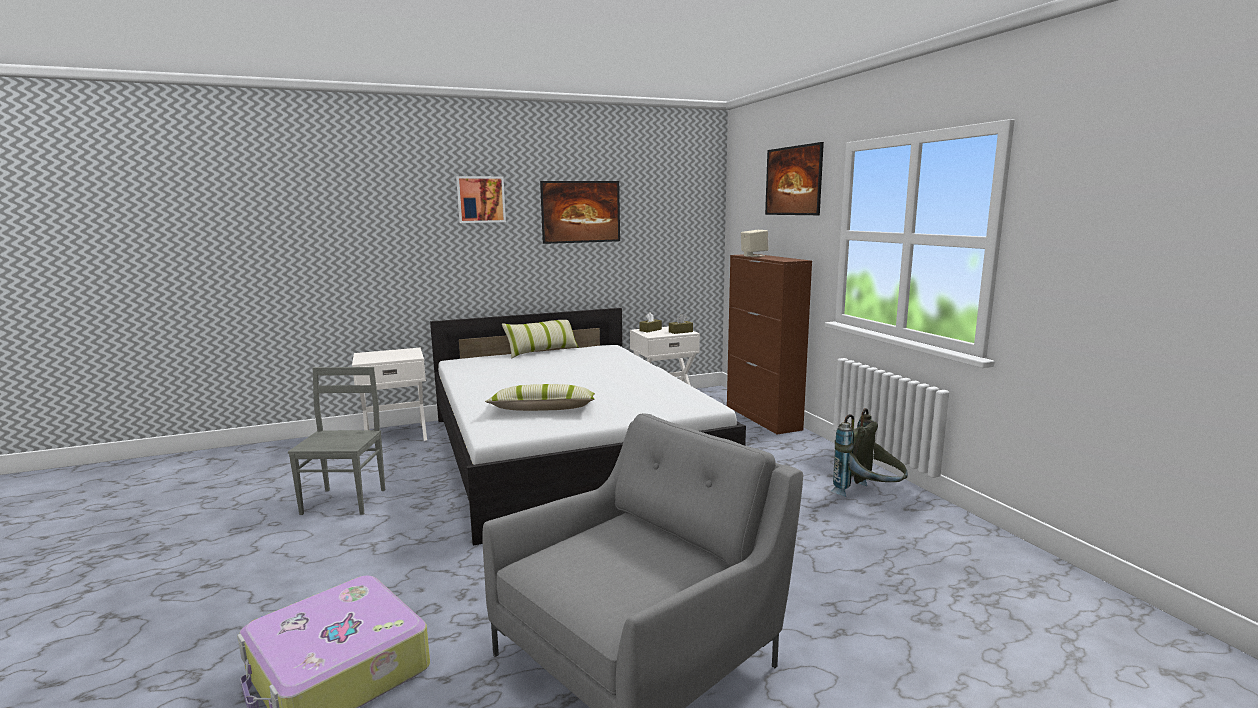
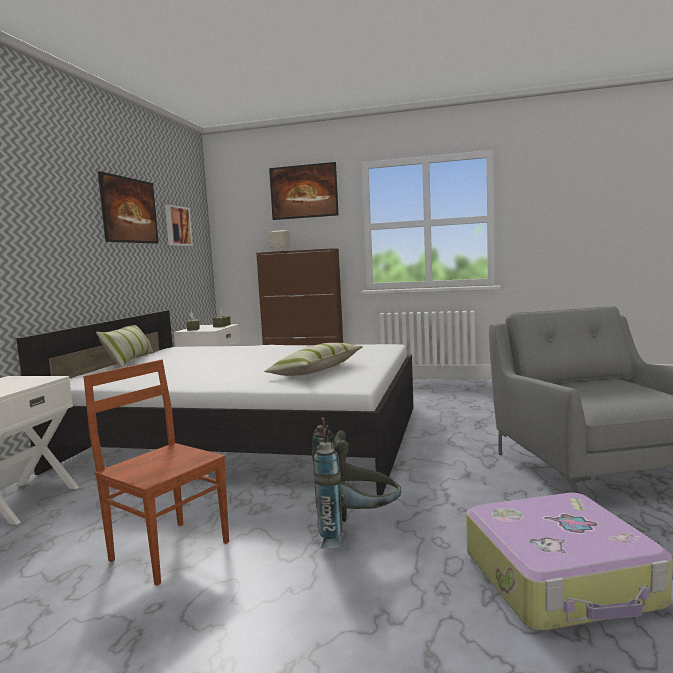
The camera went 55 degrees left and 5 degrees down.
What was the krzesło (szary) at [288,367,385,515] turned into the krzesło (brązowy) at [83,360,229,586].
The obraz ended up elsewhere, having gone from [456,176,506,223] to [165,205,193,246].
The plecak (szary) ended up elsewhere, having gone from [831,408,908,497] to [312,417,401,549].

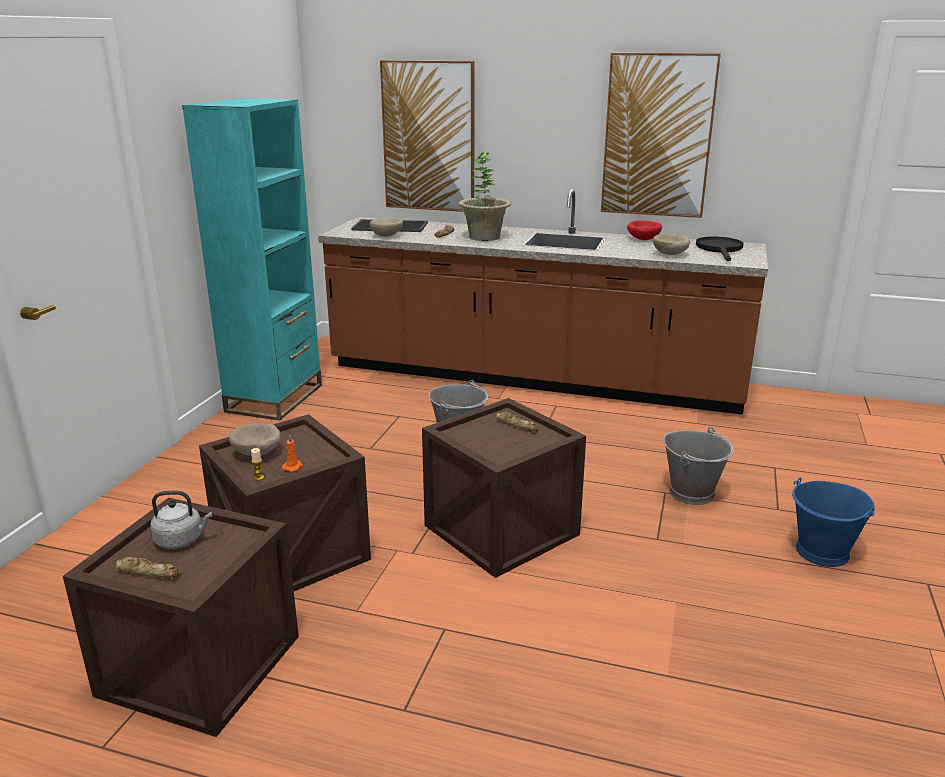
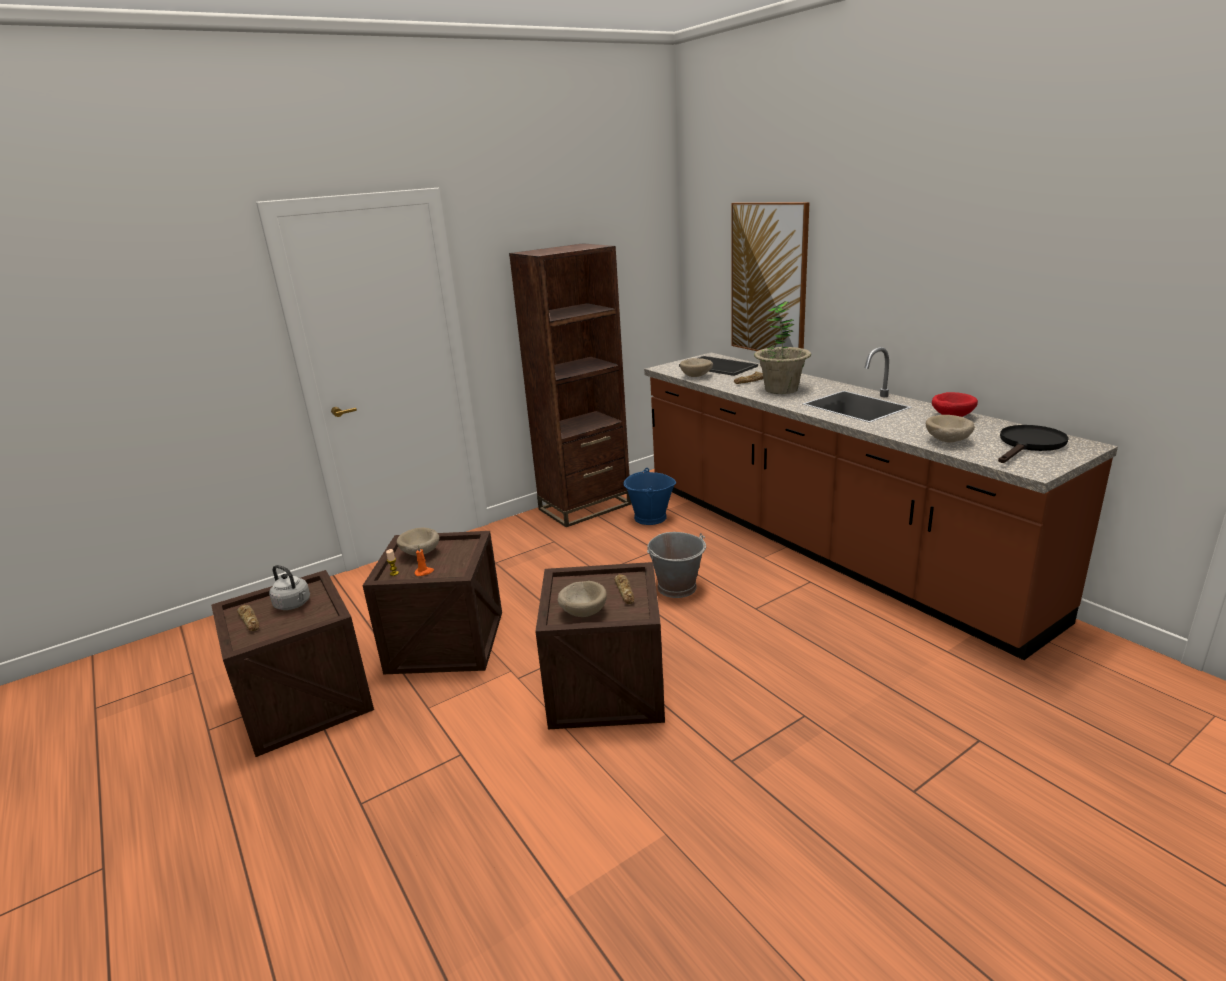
The camera went 40 degrees right and 0 degrees up.
What was the regał (turkusowy) at [182,98,322,421] turned into the regał (brązowy) at [509,243,632,527].
The second view lost the obraz at [601,53,721,218].
The second view lost the wiadro (szary) at [663,427,734,505].
The wiadro (niebieski) ended up elsewhere, having gone from [792,478,875,567] to [623,468,676,525].
The second view gained the miska (beżowy) at [558,581,607,617].

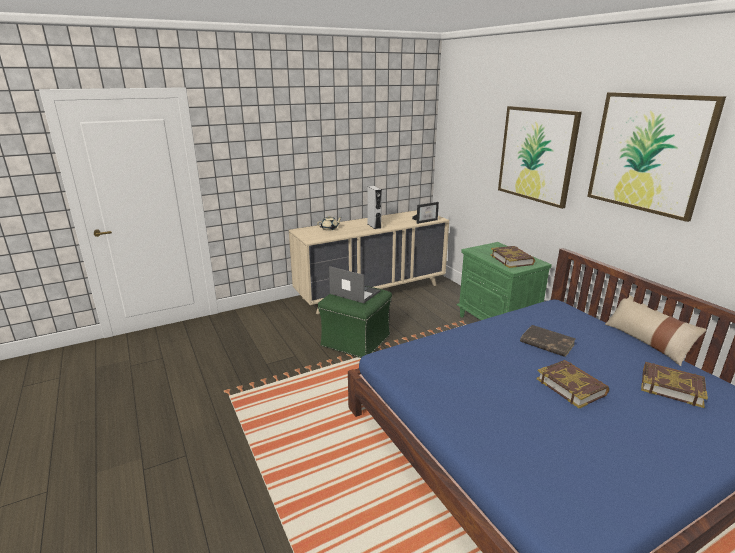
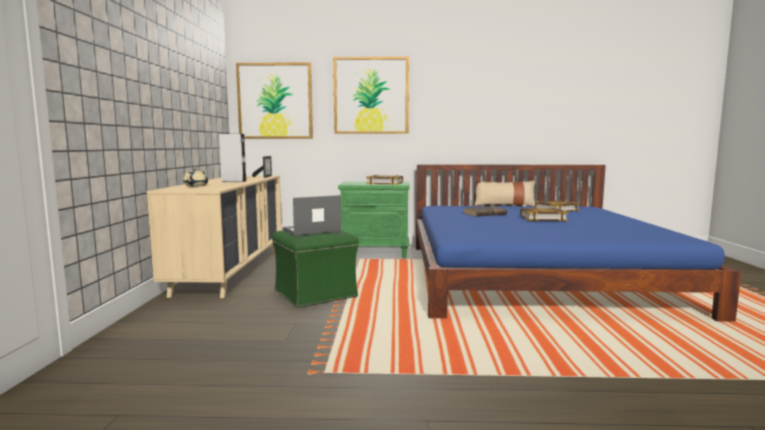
The camera went 60 degrees left and 15 degrees down.
The obraz ended up elsewhere, having gone from [587,92,726,222] to [236,62,313,139].

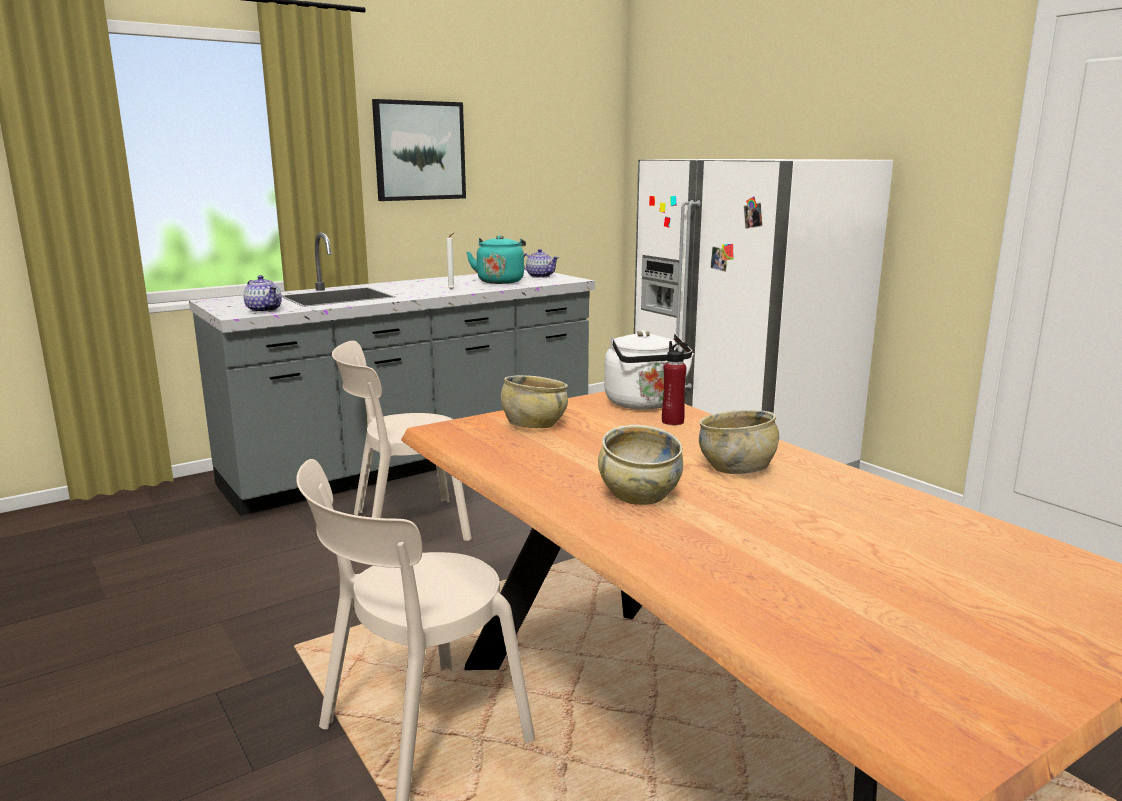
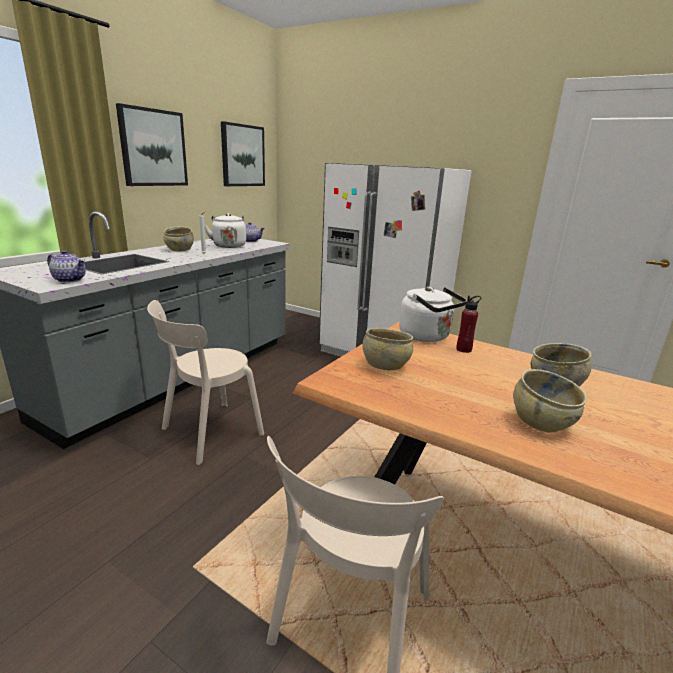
The camera went 25 degrees left and 5 degrees up.
What was the czajnik (turkusowy) at [467,235,526,284] turned into the czajnik (biały) at [204,213,246,248].
The second view gained the miska (beżowy) at [163,227,194,252].
The second view gained the obraz at [221,121,265,186].

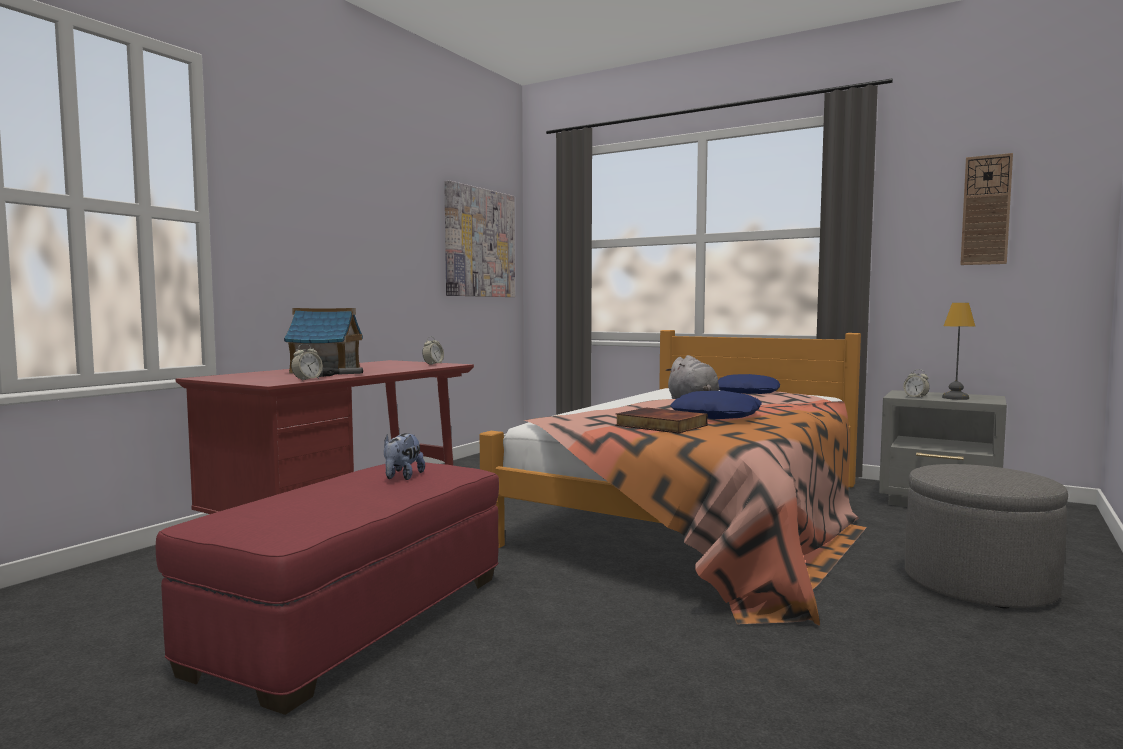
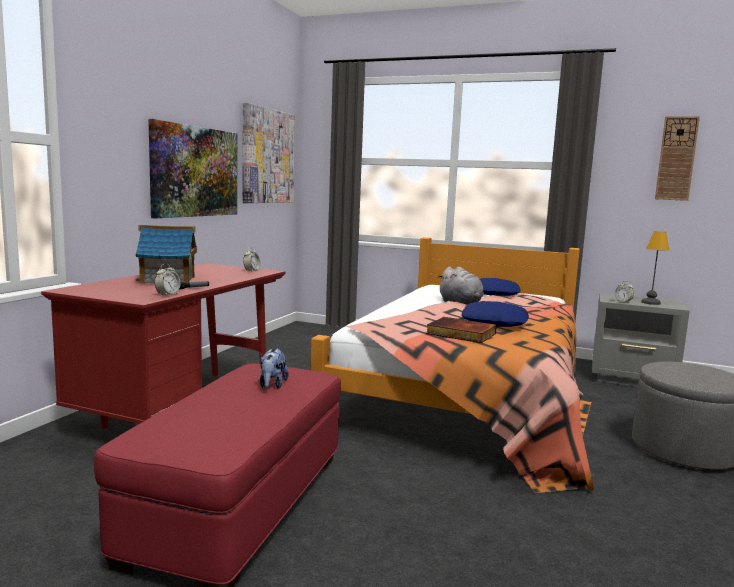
The camera went 10 degrees left and 5 degrees up.
The second view gained the obraz at [148,119,237,218].

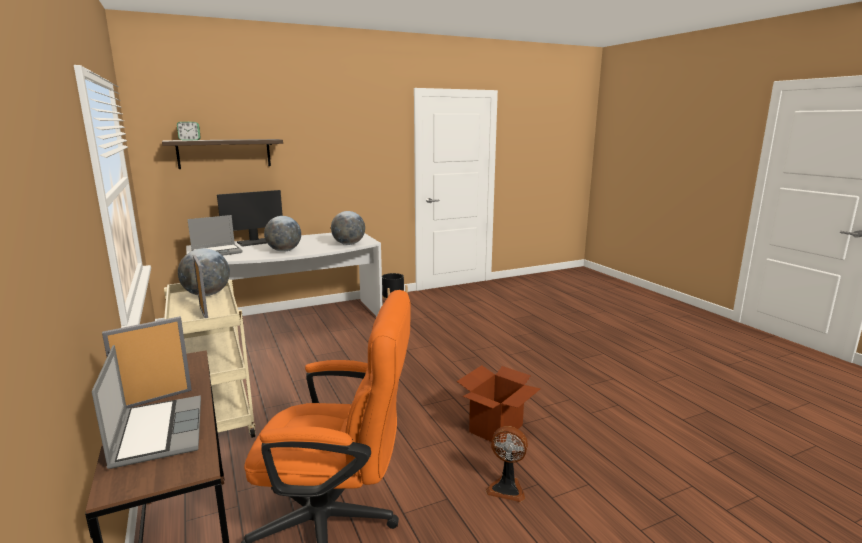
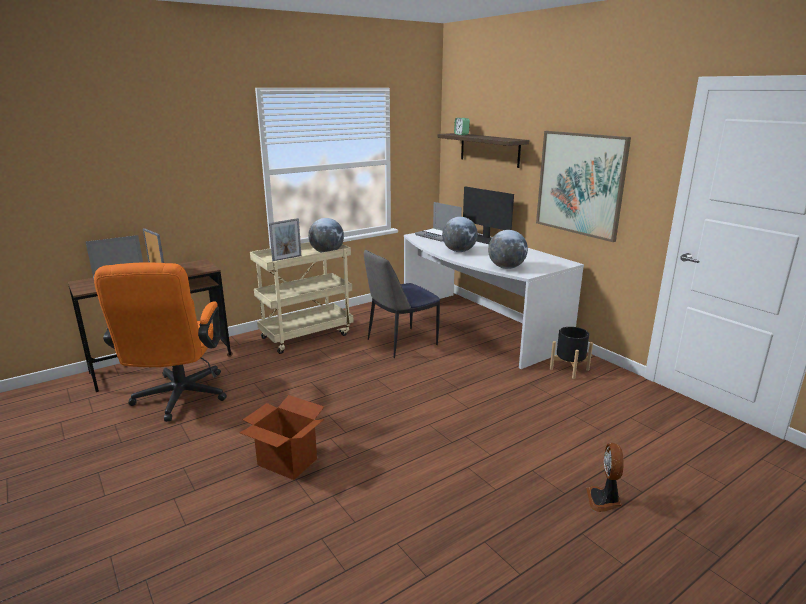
The camera went 80 degrees right and 5 degrees up.
The wentylator ended up elsewhere, having gone from [486,426,528,502] to [586,443,624,512].
The second view gained the krzesło at [364,249,440,358].
The second view gained the obraz at [536,131,631,242].

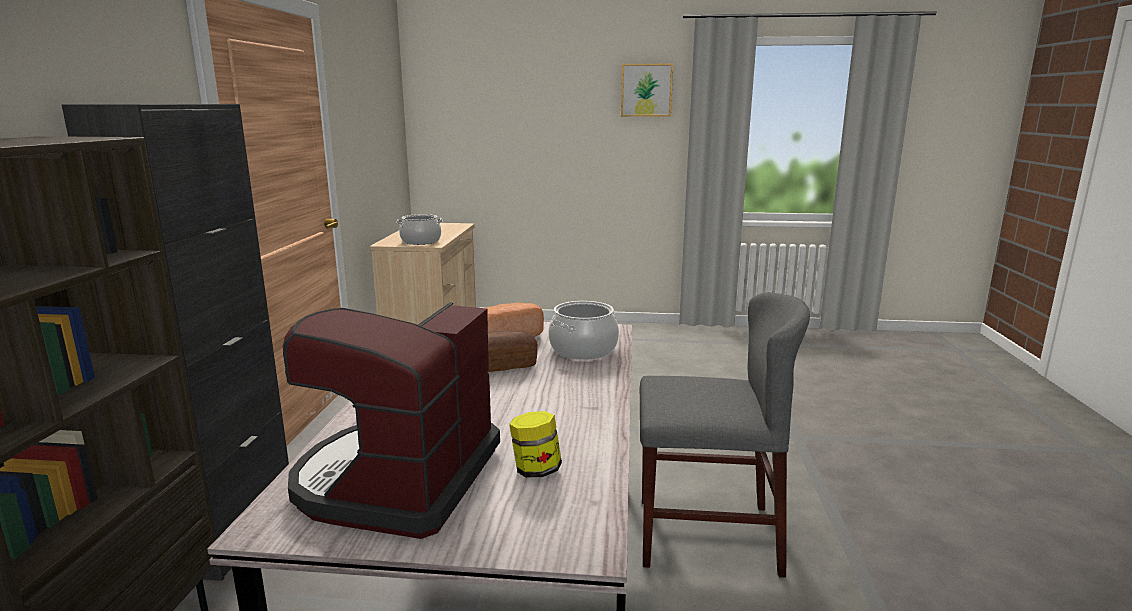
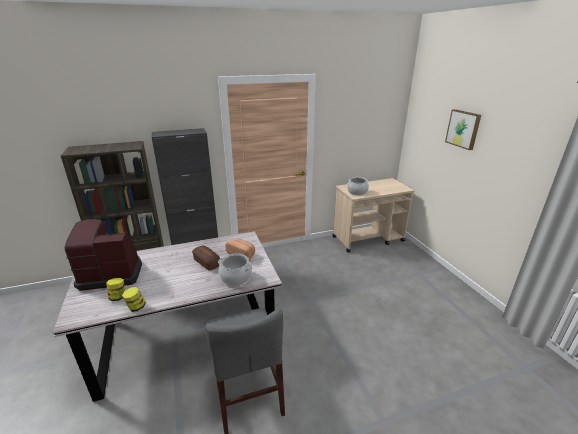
The camera went 65 degrees right and 10 degrees up.
The obraz ended up elsewhere, having gone from [621,64,673,117] to [445,109,481,150].
The second view gained the słoik at [122,287,146,312].

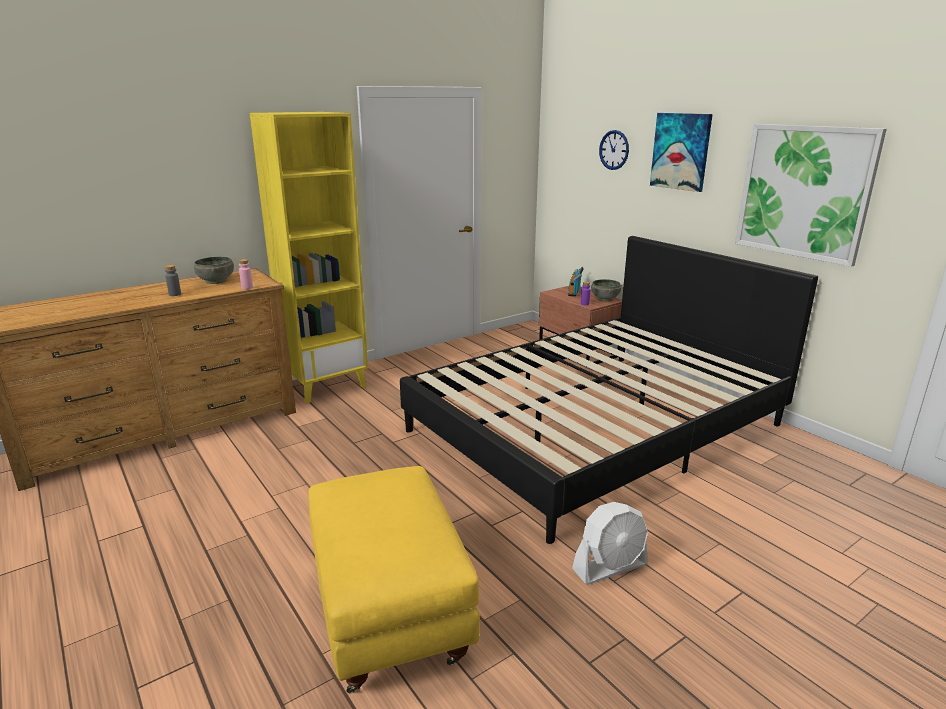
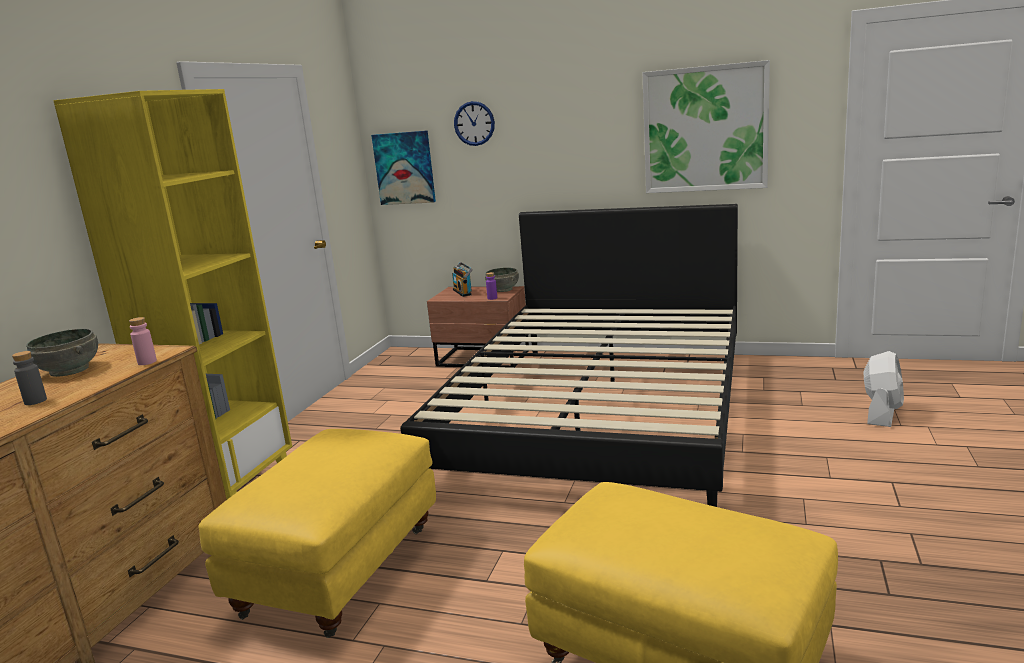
The camera went 35 degrees left and 5 degrees down.
The wentylator (biały) ended up elsewhere, having gone from [572,502,648,585] to [864,351,904,427].
The obraz ended up elsewhere, having gone from [650,113,713,192] to [371,130,436,205].
The second view gained the pufa (żółty) at [198,429,436,638].

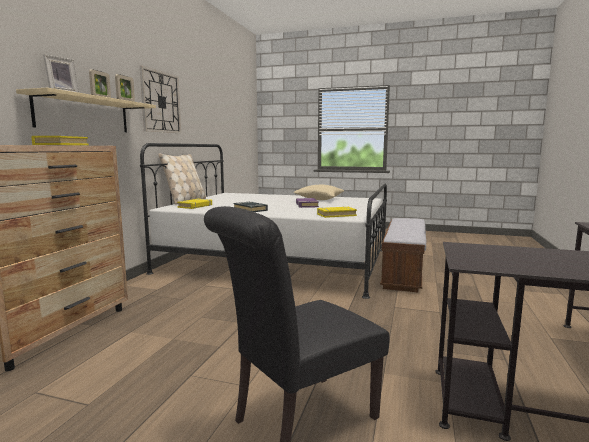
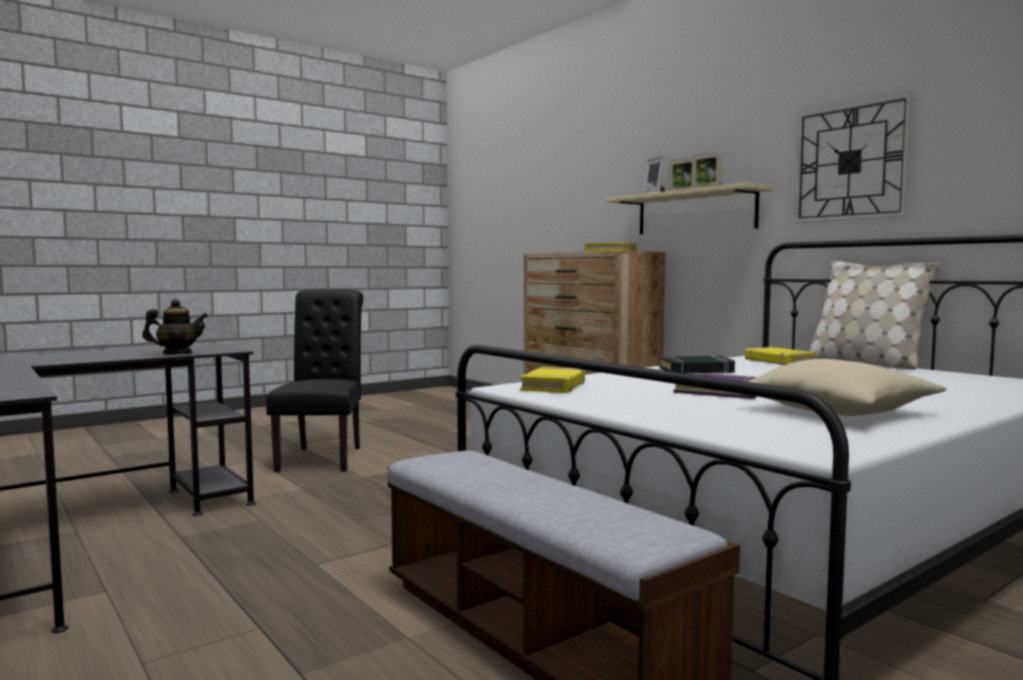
The camera went 125 degrees right and 5 degrees down.
The second view gained the imbryk at [142,299,208,354].

